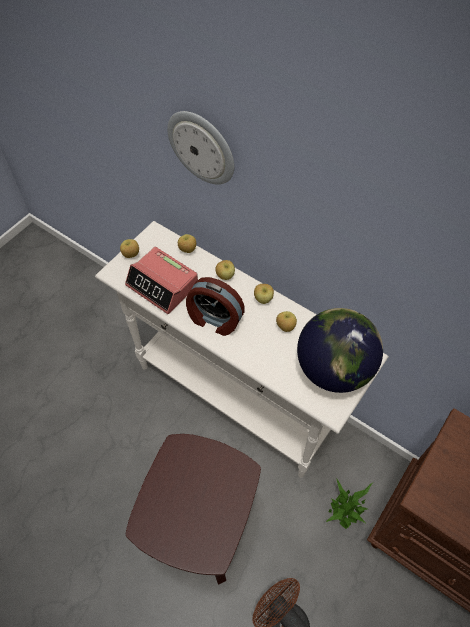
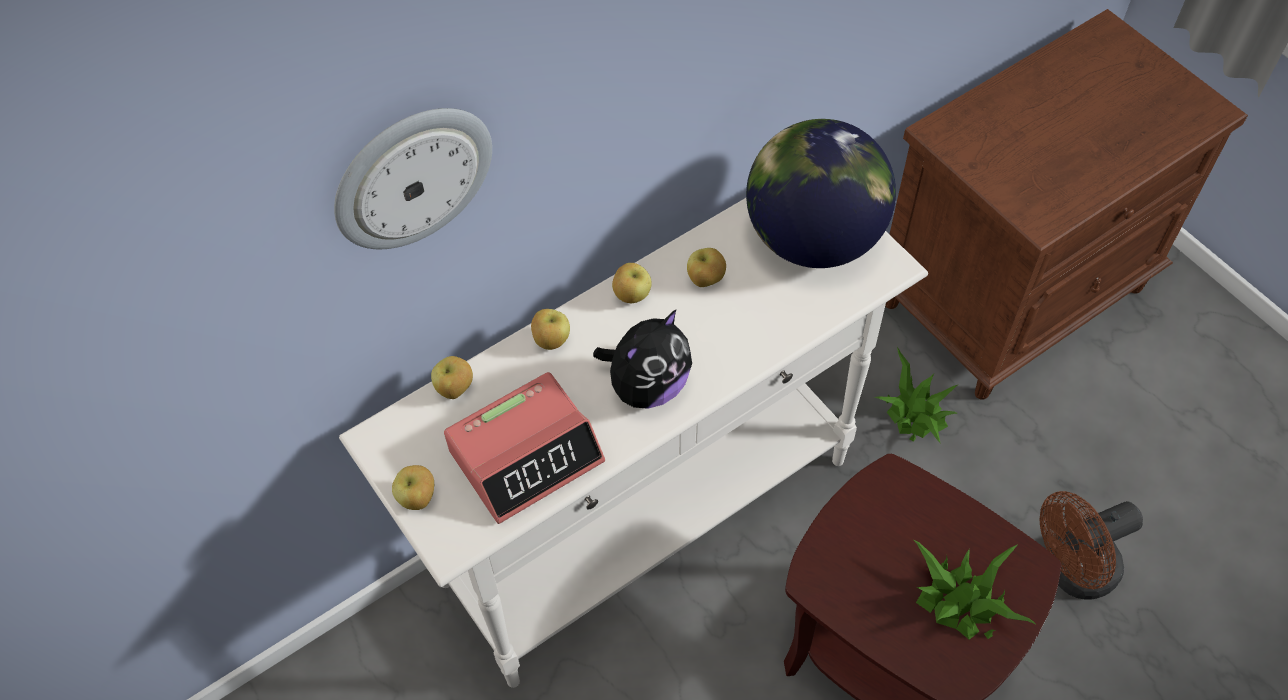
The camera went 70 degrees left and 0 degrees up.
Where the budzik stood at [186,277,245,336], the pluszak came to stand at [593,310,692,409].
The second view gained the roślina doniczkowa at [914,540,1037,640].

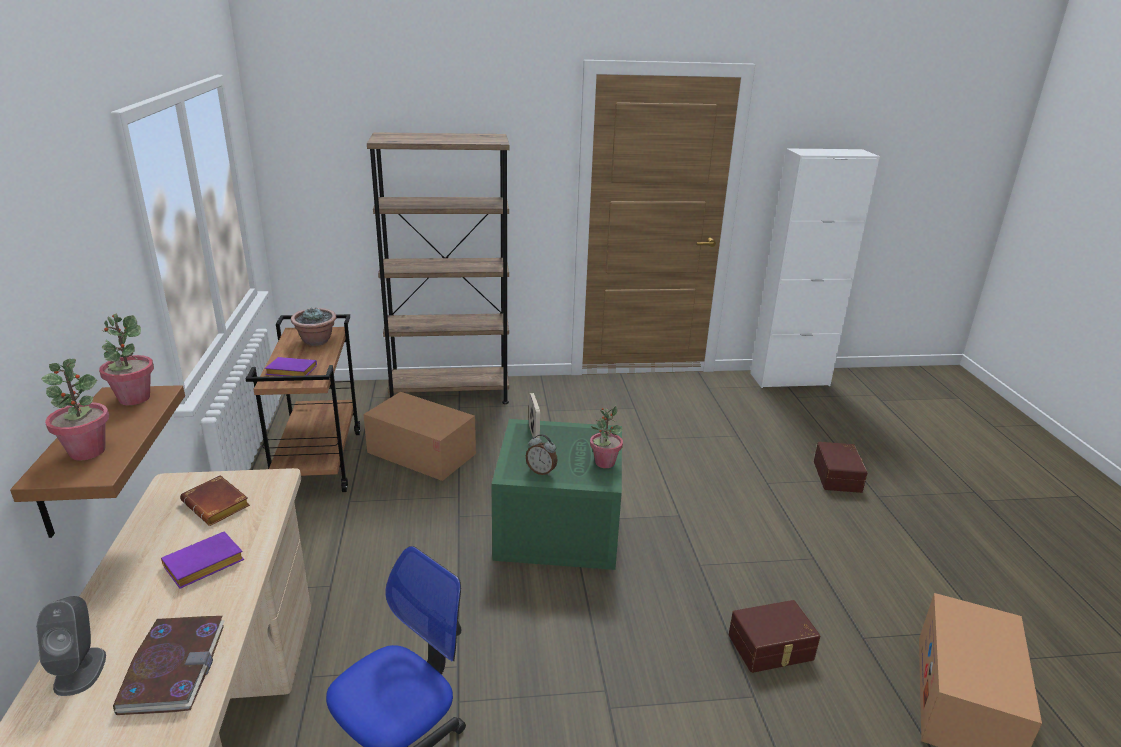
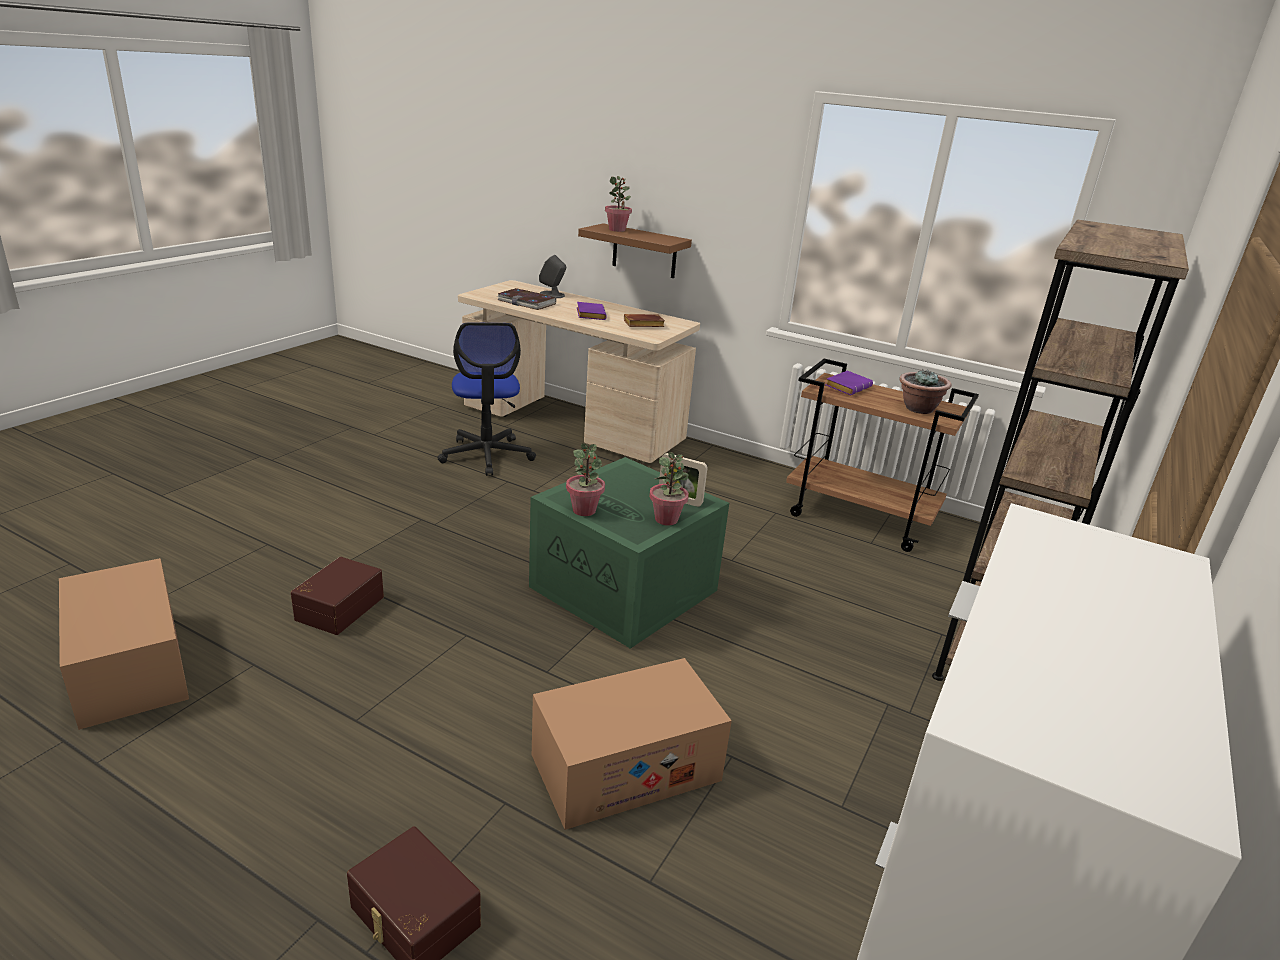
The camera went 125 degrees right and 0 degrees up.
The roślina doniczkowa ended up elsewhere, having gone from [99,314,154,405] to [649,452,689,525].
The karton ended up elsewhere, having gone from [363,392,476,481] to [532,658,732,830].
The second view lost the budzik at [526,434,558,476].

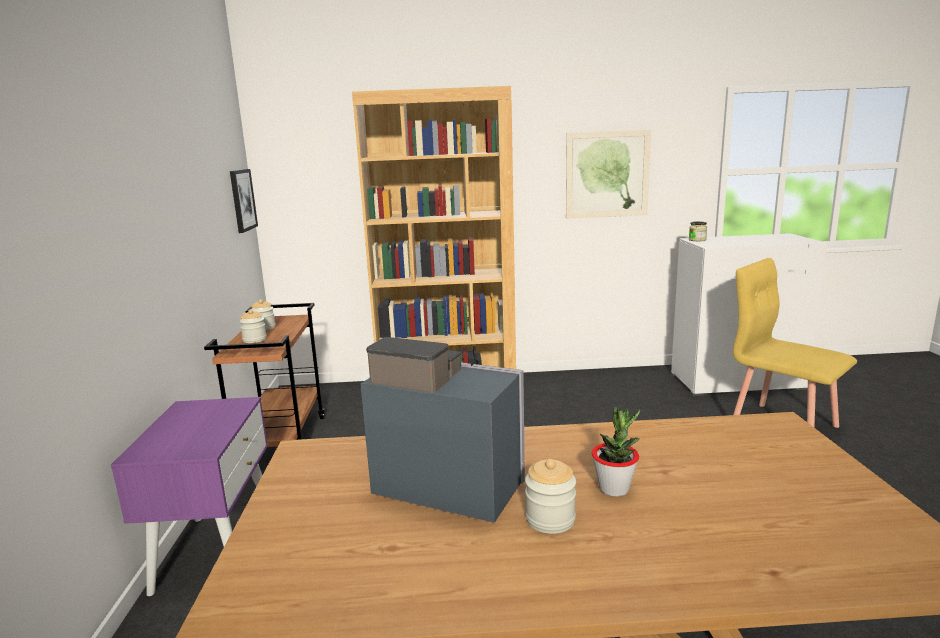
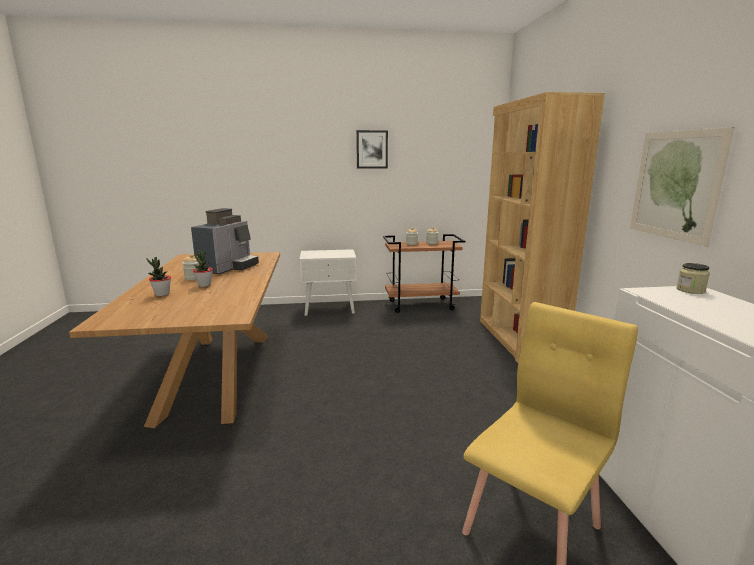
The camera went 85 degrees right and 0 degrees up.
What was the szafka nocna (fioletowy) at [111,397,268,596] turned into the szafka nocna (biały) at [300,249,357,316].
The obraz ended up elsewhere, having gone from [230,169,258,233] to [356,130,388,169].
The second view gained the roślina doniczkowa at [146,257,171,296].

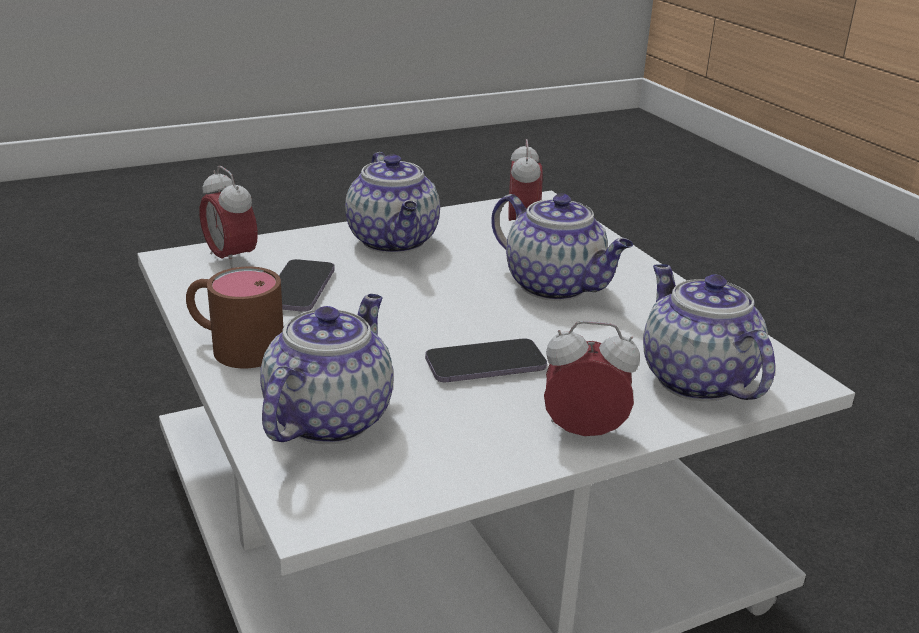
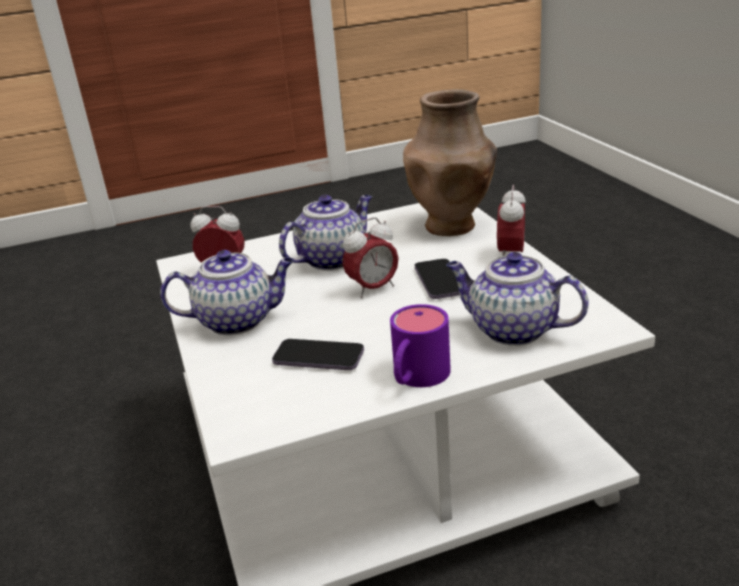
The camera went 80 degrees left and 0 degrees up.
What was the kubek (brązowy) at [186,267,283,368] turned into the kubek (fioletowy) at [390,304,451,387].
The budzik ended up elsewhere, having gone from [199,166,258,268] to [343,217,399,298].
Where the imbryk stood at [643,264,775,401], the wazon (brązowy) came to stand at [403,89,497,236].

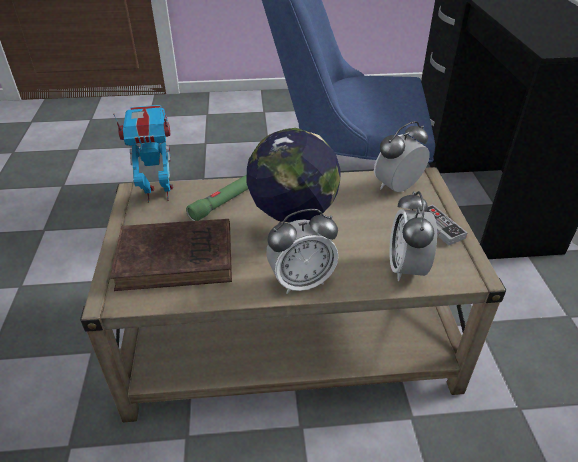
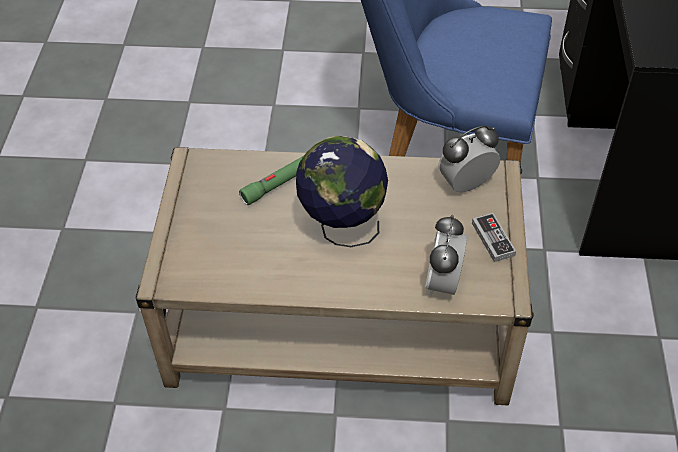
The camera went 10 degrees right and 10 degrees up.
The second view lost the książka (brązowy) at [110,219,232,291].
The second view lost the robot zabawkowy at [113,105,173,203].
The second view lost the budzik at [266,209,338,294].

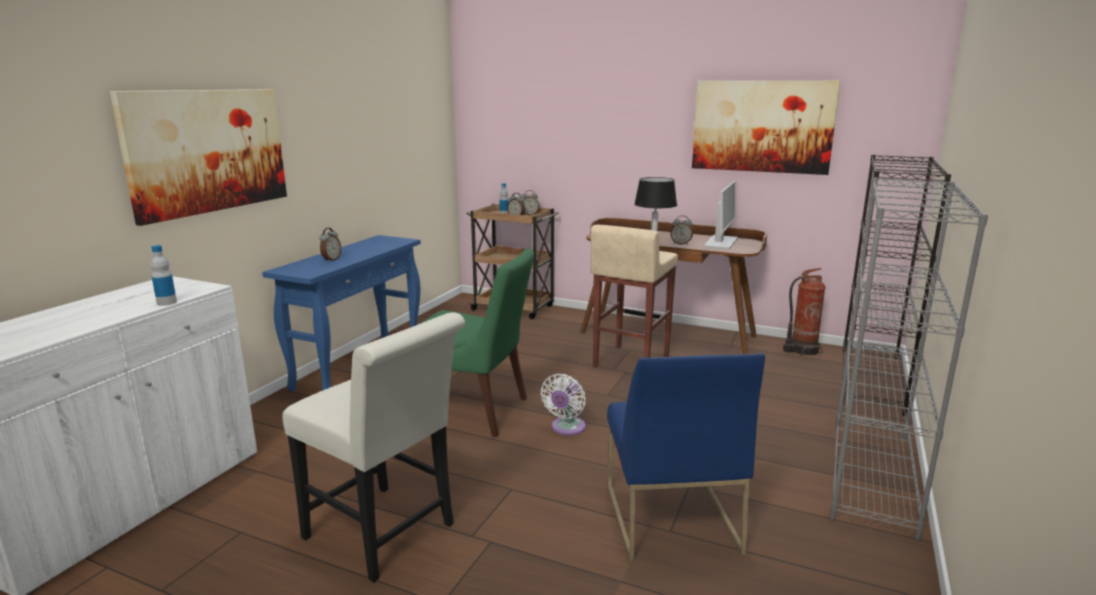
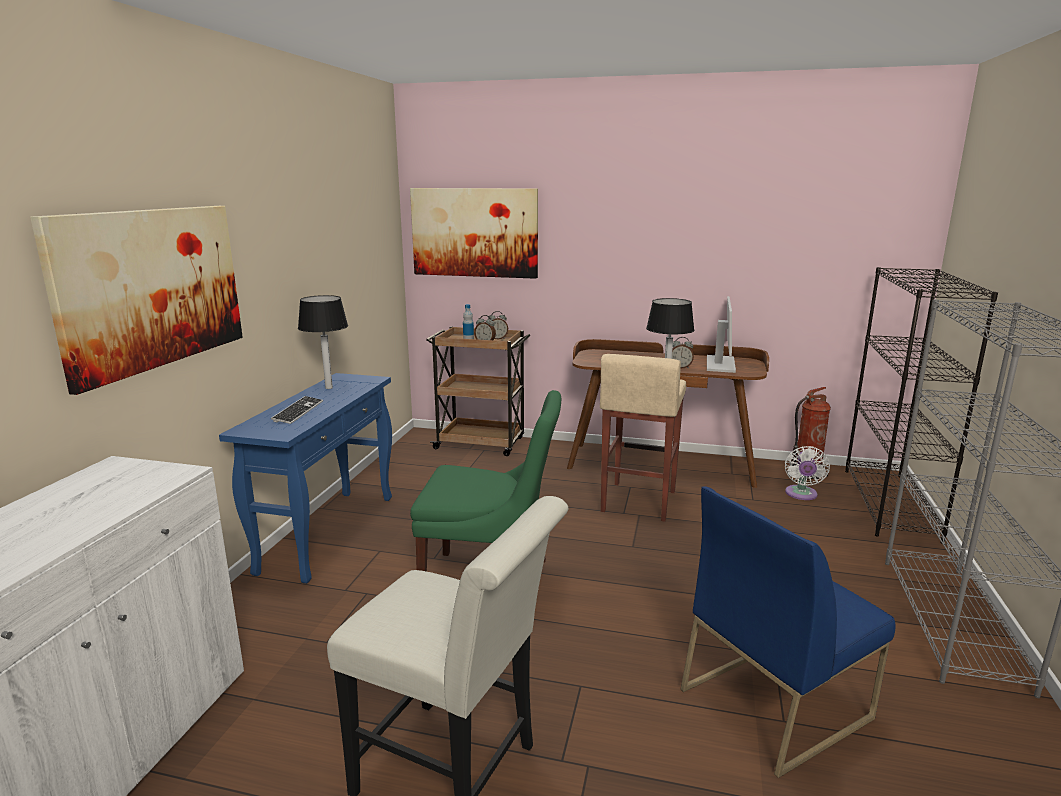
The camera went 10 degrees left and 0 degrees up.
The second view lost the butelka at [151,245,177,306].
Where the budzik stood at [319,228,341,262], the klawiatura came to stand at [271,396,323,424].
The wentylator (biały) ended up elsewhere, having gone from [541,374,586,435] to [785,446,830,500].
The krzesło (niebieski) at [607,353,765,562] ended up facing another way, 75 degrees clockwise from before.
The obraz ended up elsewhere, having gone from [692,81,840,175] to [410,188,538,279].
The second view gained the lampa stołowa at [298,295,348,389].

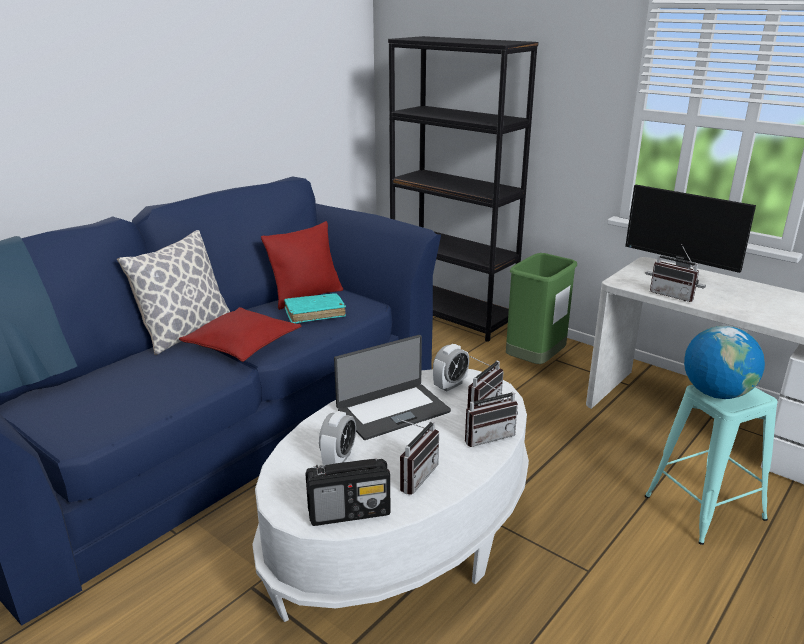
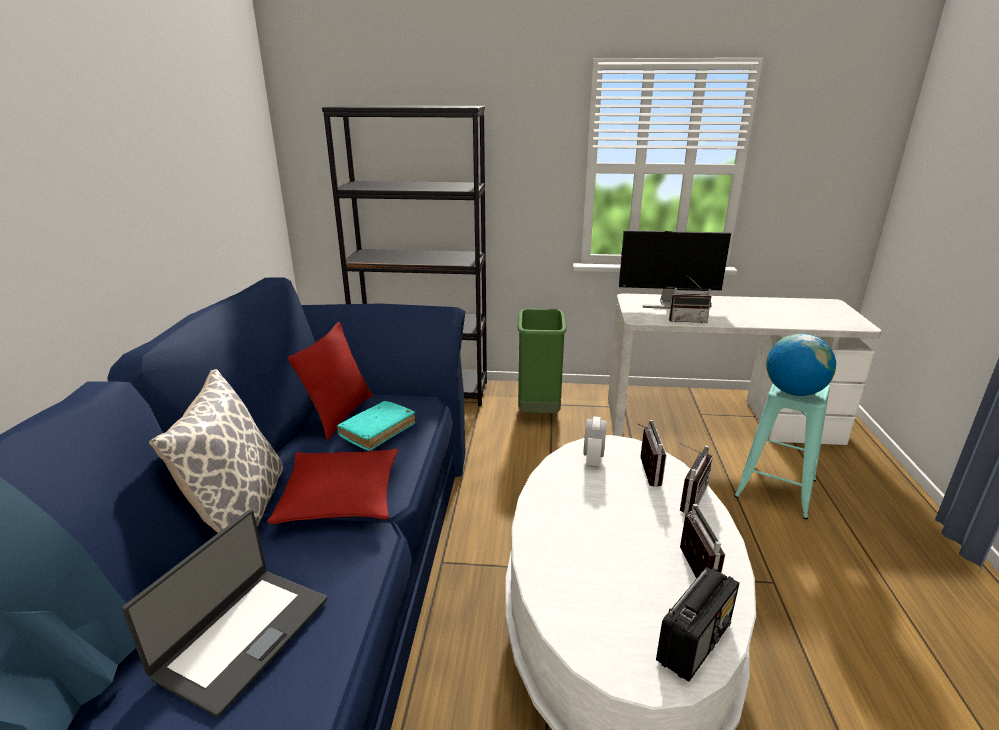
The camera went 35 degrees left and 0 degrees up.
The second view lost the budzik at [319,411,356,465].
The laptop ended up elsewhere, having gone from [334,335,451,440] to [122,510,327,717].

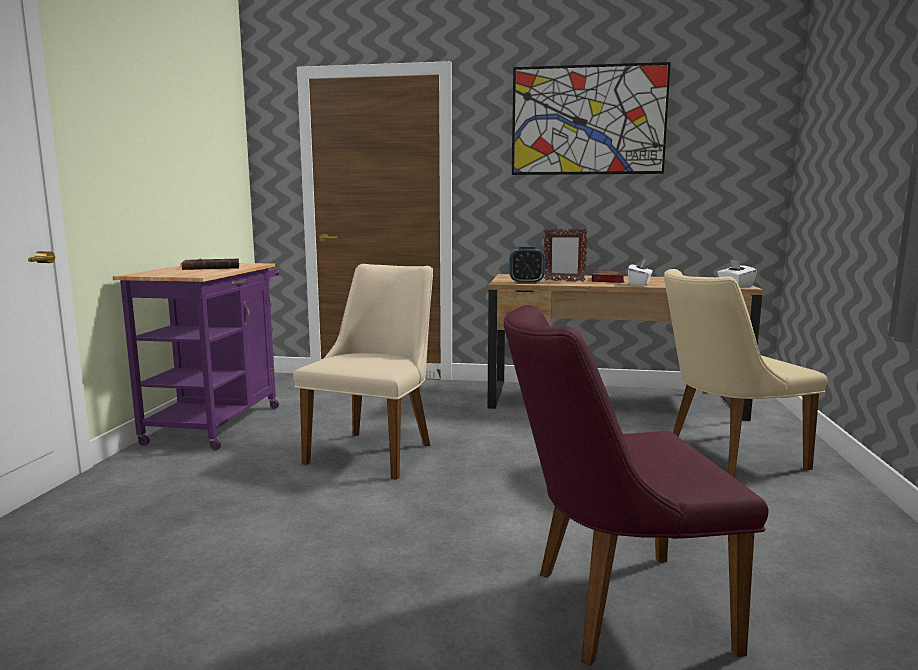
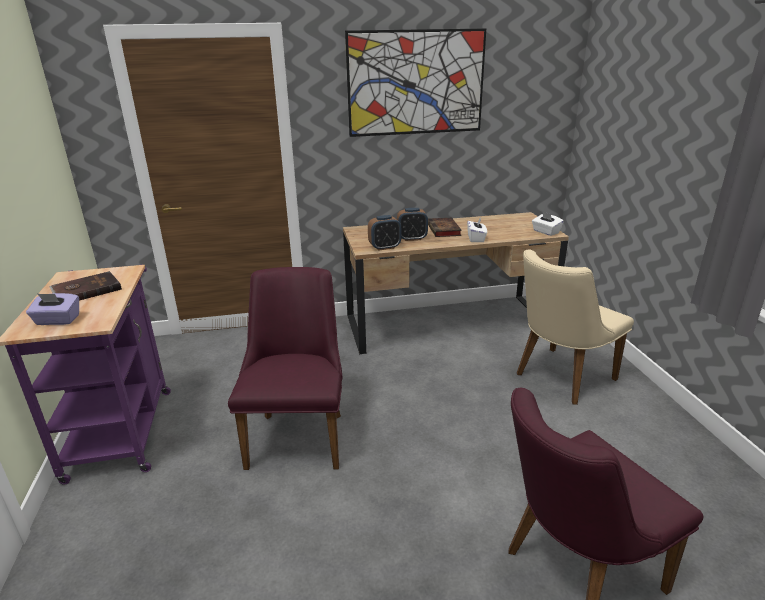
The camera went 20 degrees left and 15 degrees up.
What was the krzesło (beżowy) at [293,264,433,480] turned into the krzesło (fioletowy) at [228,267,342,470].
Where the ramka na zdjęcie stood at [544,229,588,282], the budzik came to stand at [397,208,428,241].
The second view gained the pudełko chusteczek (fioletowy) at [26,293,79,325].

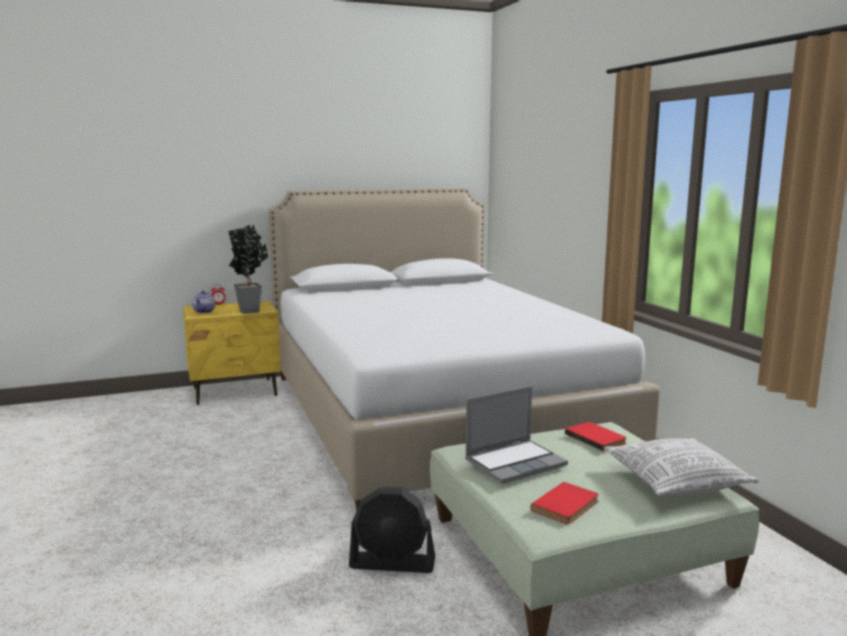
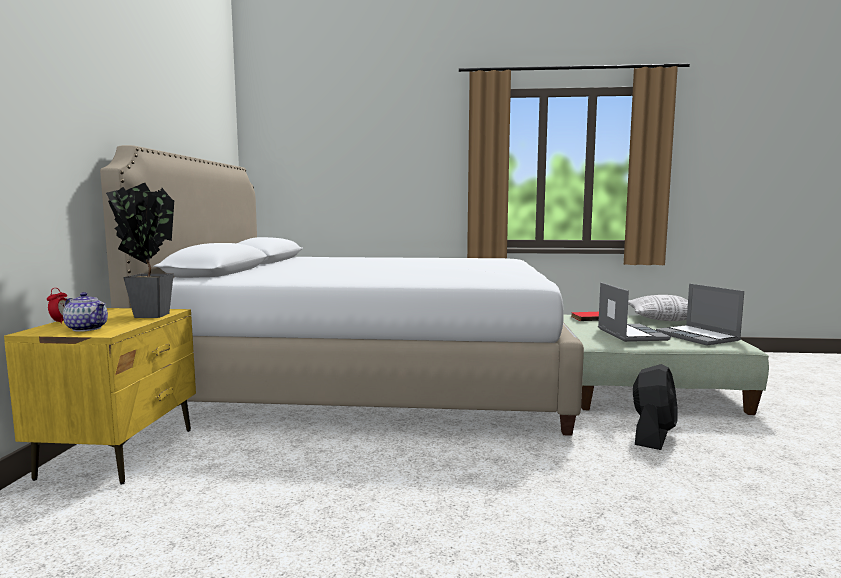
The camera went 65 degrees left and 5 degrees down.
Where the książka (czerwony) stood at [531,482,599,524], the laptop came to stand at [656,284,744,345].

